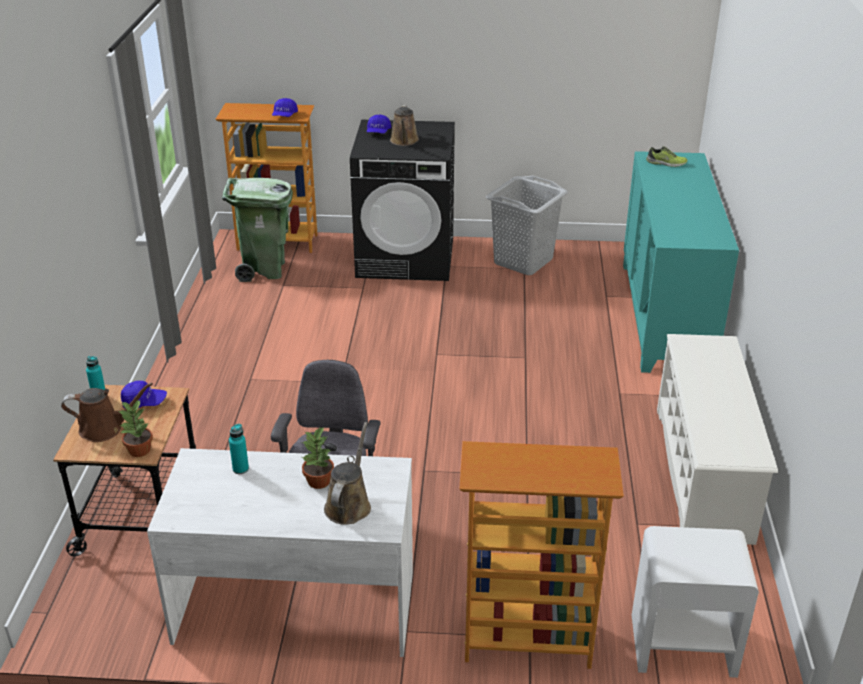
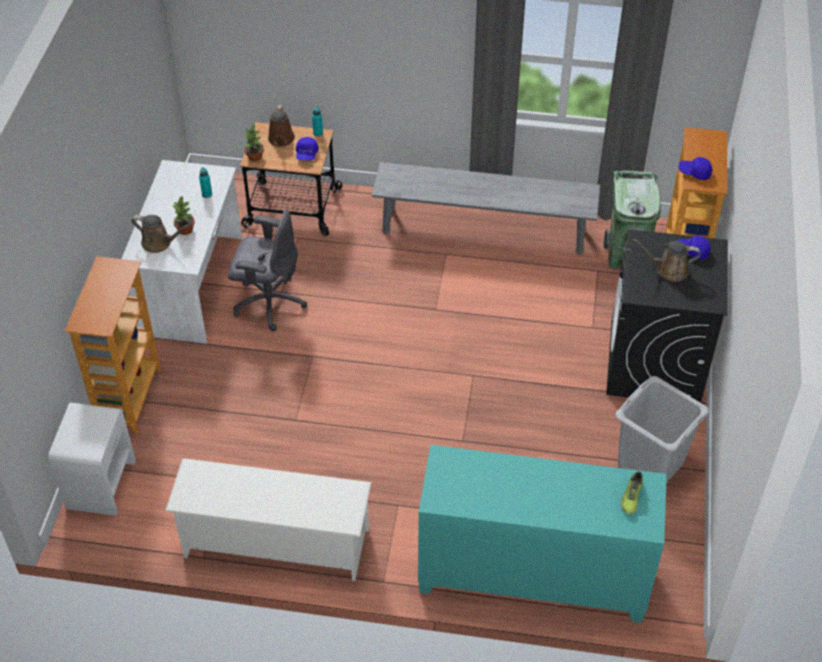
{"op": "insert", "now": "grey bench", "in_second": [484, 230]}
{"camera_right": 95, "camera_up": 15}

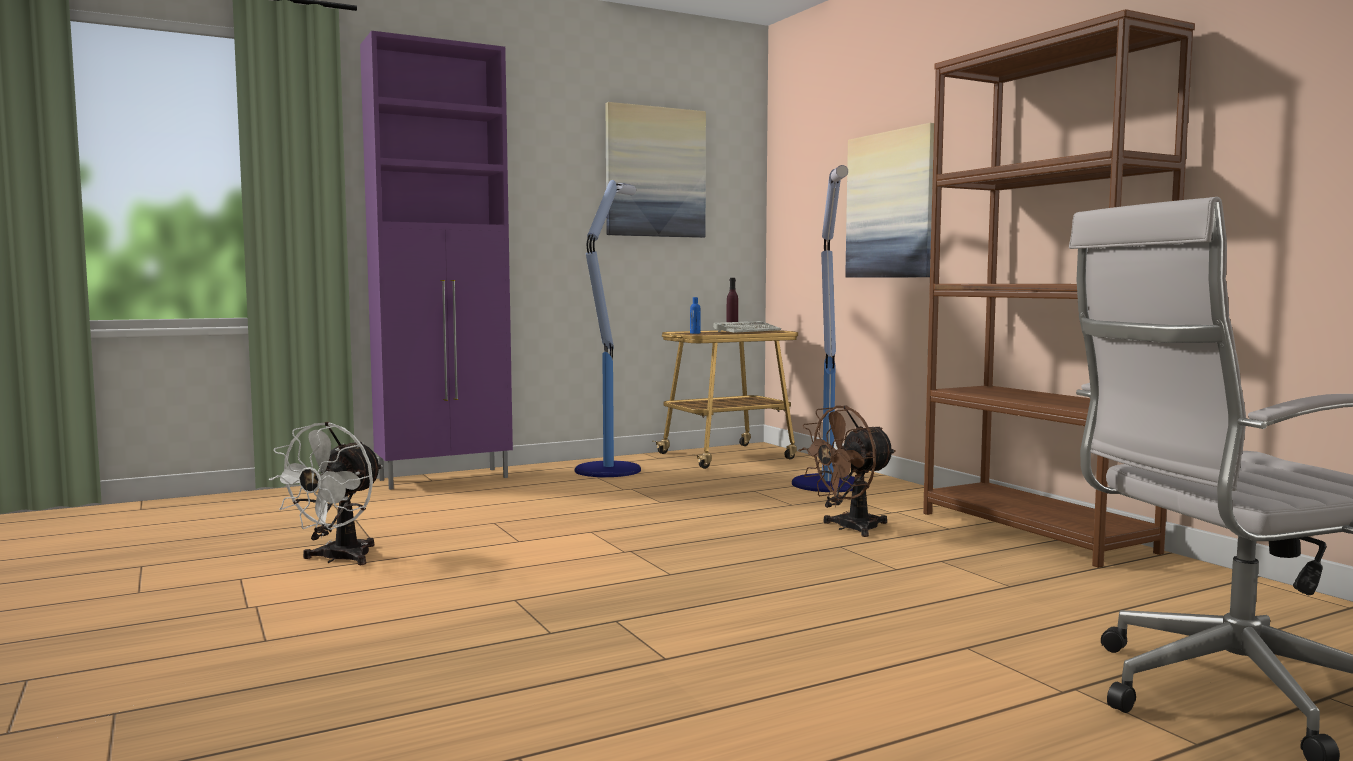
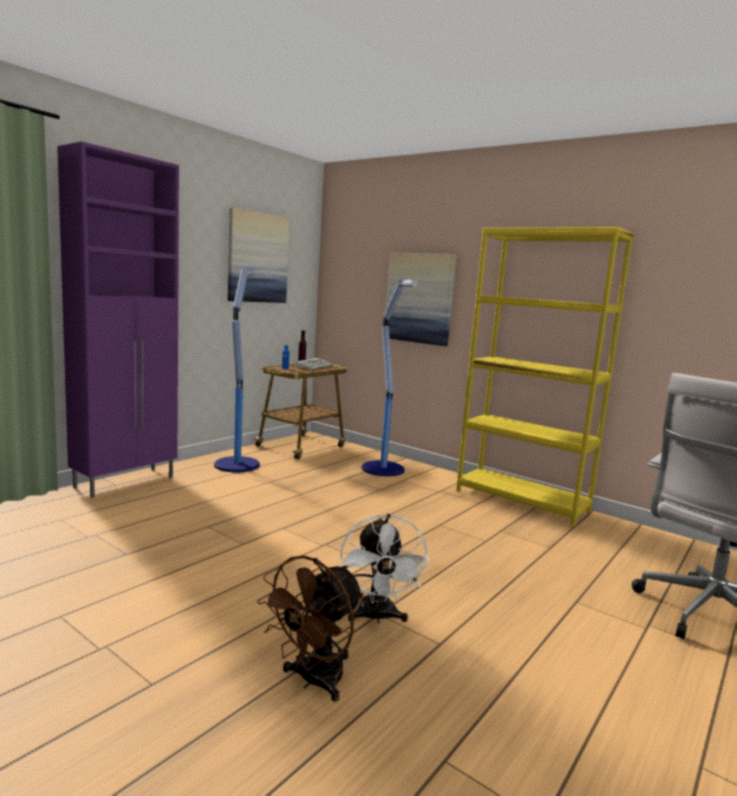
{"op": "move", "was": "white fan", "in_first": [337, 559], "in_second": [377, 617]}
{"op": "move", "was": "brown fan", "in_first": [848, 528], "in_second": [313, 681]}
{"op": "recolor", "was": "brown bookcase", "now": "yellow bookcase", "in_first": [1034, 532], "in_second": [522, 501]}
{"camera_right": -25, "camera_up": 5}

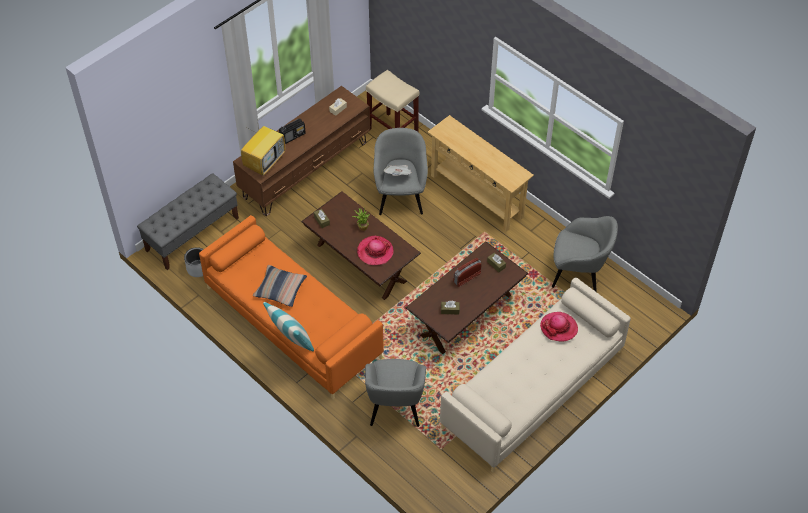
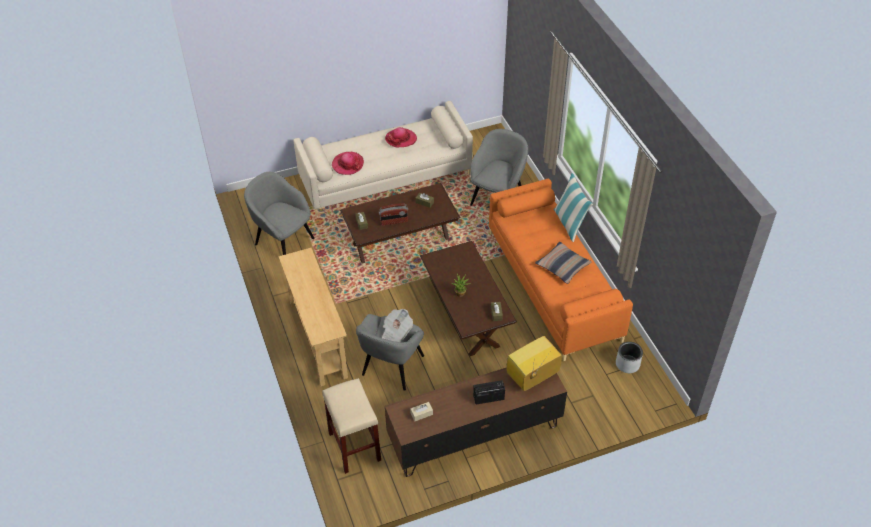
{"op": "delete", "was": "grey bench", "in_first": [192, 234]}
{"op": "move", "was": "hat", "in_first": [375, 252], "in_second": [401, 139]}
{"camera_right": -155, "camera_up": -5}

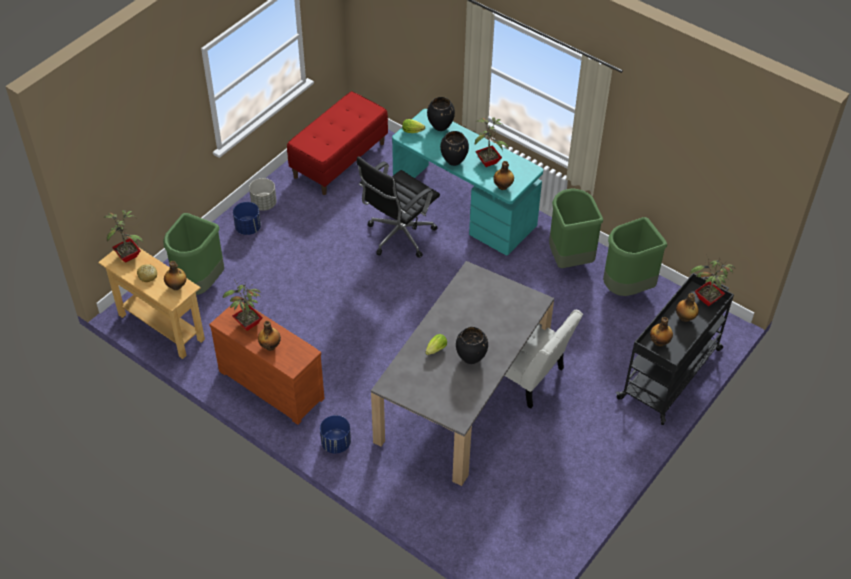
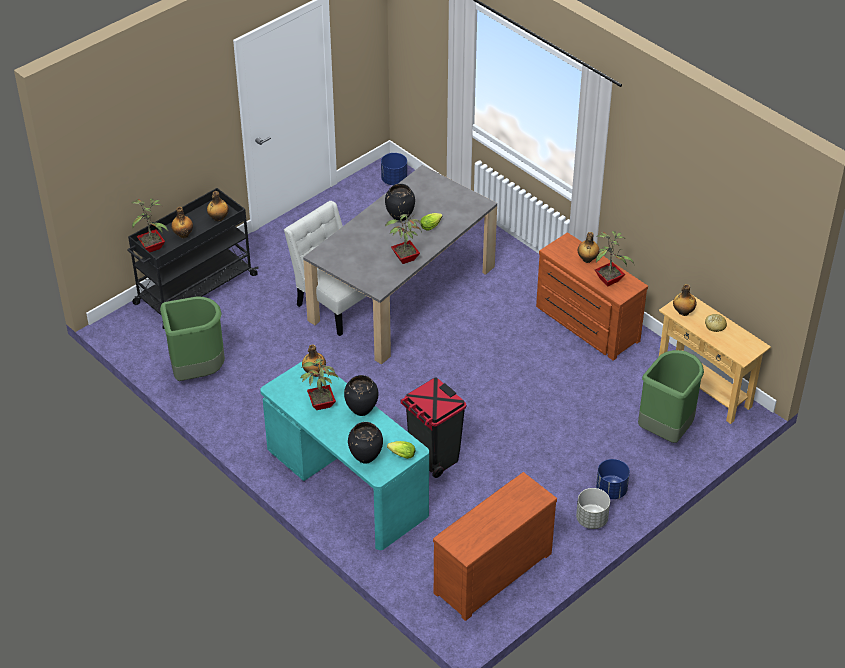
{"op": "delete", "was": "green trash can", "in_first": [569, 259]}
{"op": "move", "was": "potted plant", "in_first": [129, 255], "in_second": [404, 259]}
{"op": "move", "was": "blue planter", "in_first": [336, 443], "in_second": [394, 180]}
{"op": "replace", "was": "red bench", "now": "brown dresser", "in_first": [339, 160], "in_second": [490, 571]}
{"op": "replace", "was": "black office chair", "now": "black trash can", "in_first": [398, 237], "in_second": [433, 457]}
{"camera_right": -170, "camera_up": -5}

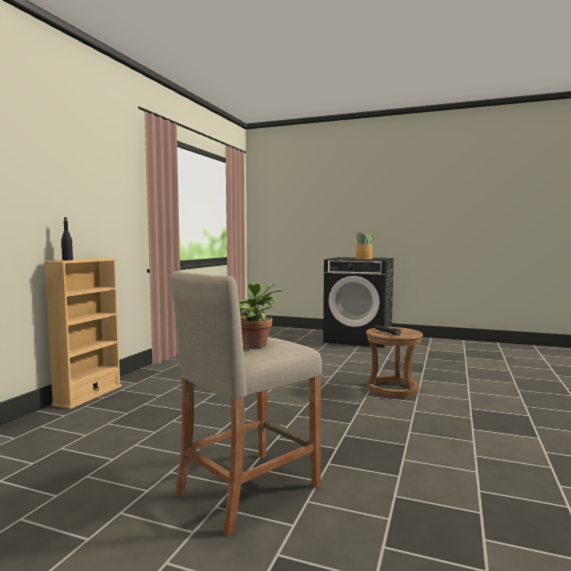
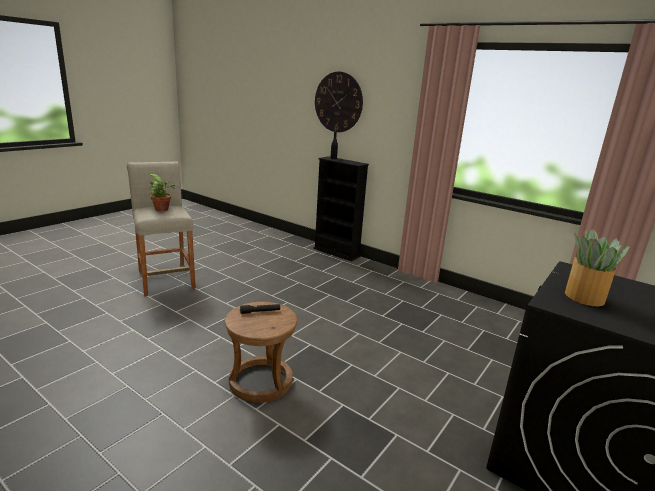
{"op": "insert", "now": "wall clock", "in_second": [338, 102]}
{"op": "recolor", "was": "beige bookcase", "now": "black bookcase", "in_first": [88, 395], "in_second": [336, 252]}
{"camera_right": 105, "camera_up": 15}

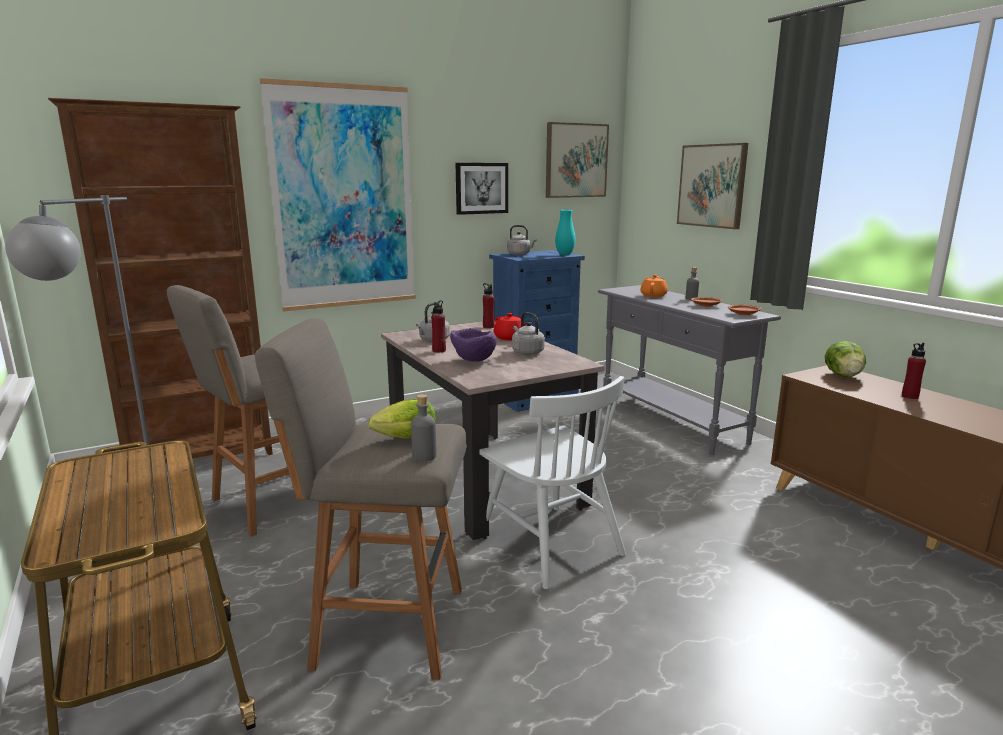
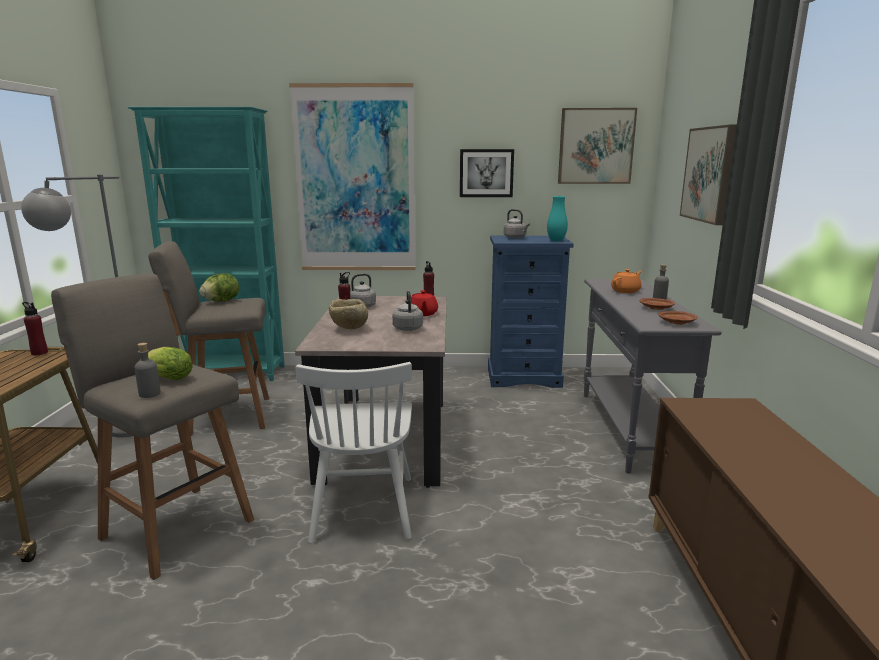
{"op": "move", "was": "lettuce", "in_first": [843, 376], "in_second": [221, 301]}
{"op": "move", "was": "red bottle", "in_first": [909, 396], "in_second": [39, 353]}
{"op": "recolor", "was": "brown bookcase", "now": "turquoise bookcase", "in_first": [202, 458], "in_second": [231, 373]}
{"op": "recolor", "was": "purple bowl", "now": "beige bowl", "in_first": [473, 361], "in_second": [349, 328]}
{"camera_right": 30, "camera_up": 0}

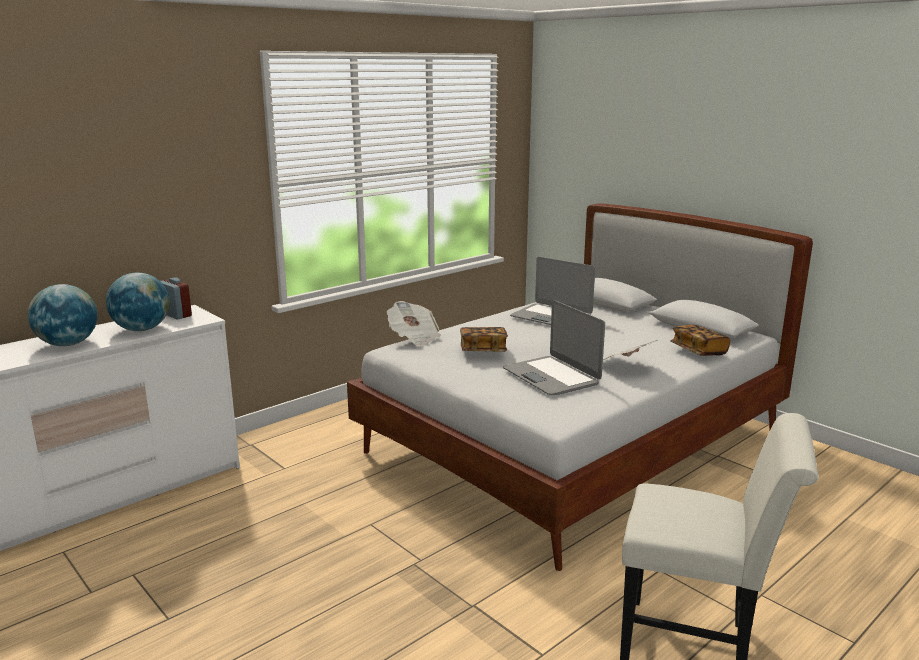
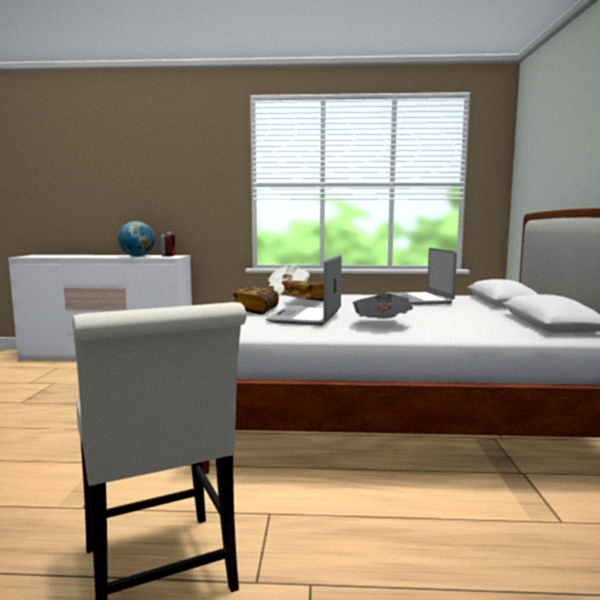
{"op": "delete", "was": "globe", "in_first": [68, 344]}
{"op": "move", "was": "book", "in_first": [698, 351], "in_second": [255, 310]}
{"camera_right": 45, "camera_up": -10}

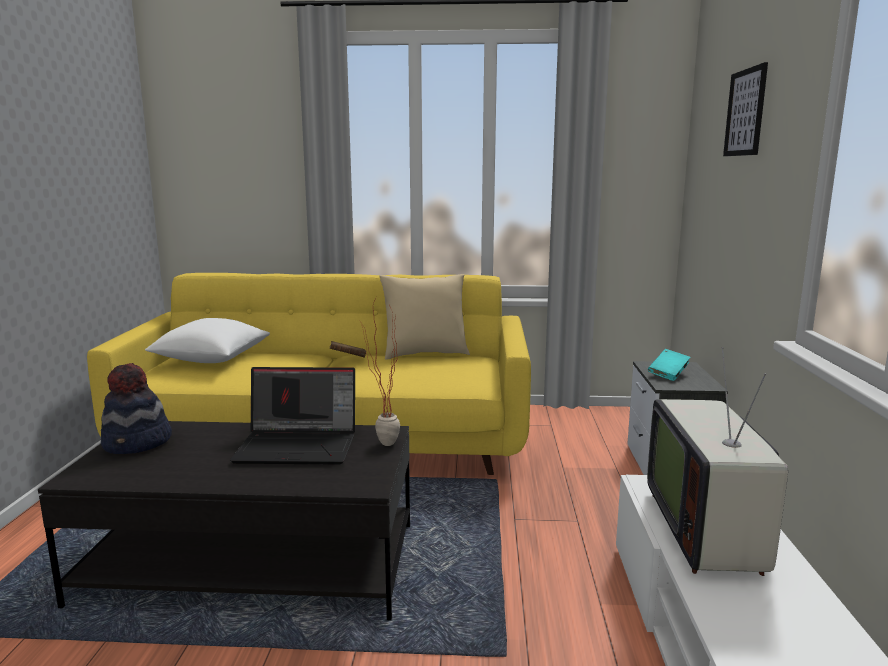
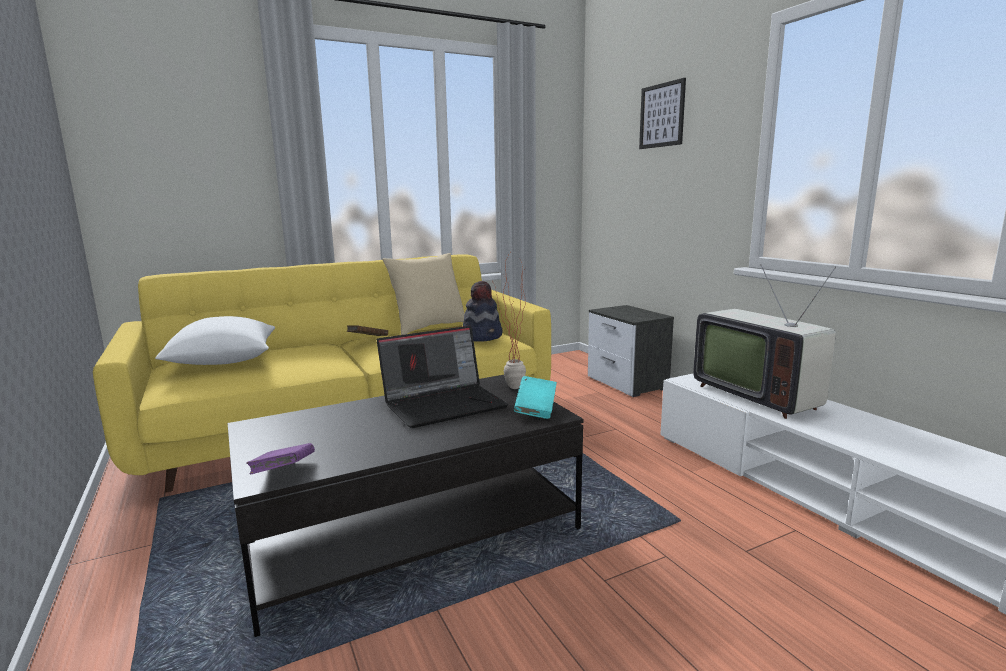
{"op": "insert", "now": "purple book", "in_second": [284, 474]}
{"op": "move", "was": "hat", "in_first": [137, 443], "in_second": [482, 337]}
{"op": "move", "was": "turquoise book", "in_first": [668, 374], "in_second": [536, 409]}
{"camera_right": -30, "camera_up": 0}

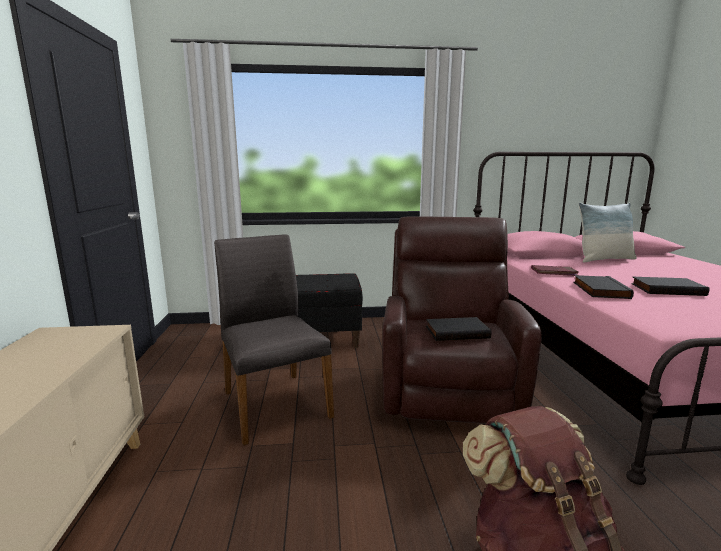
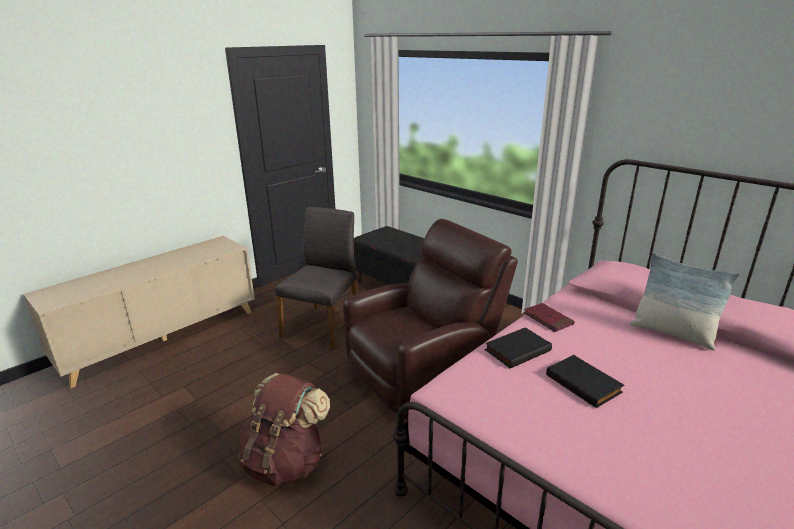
{"op": "delete", "was": "black book", "in_first": [457, 332]}
{"camera_right": 50, "camera_up": 10}

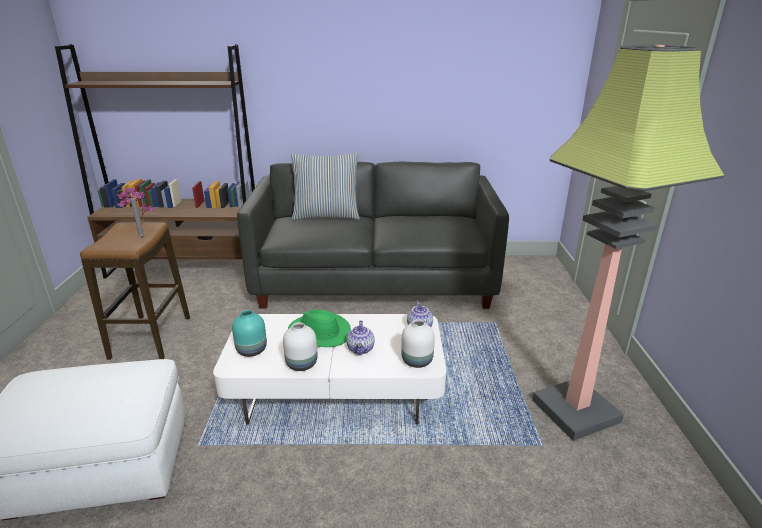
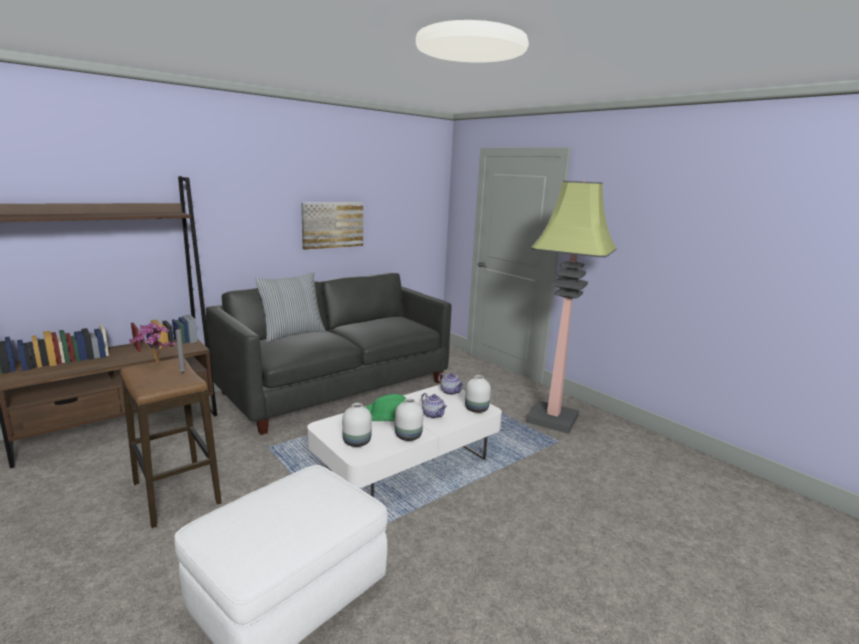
{"op": "insert", "now": "picture", "in_second": [332, 224]}
{"op": "recolor", "was": "turquoise vase", "now": "white vase", "in_first": [252, 350], "in_second": [357, 441]}
{"camera_right": -40, "camera_up": -10}

